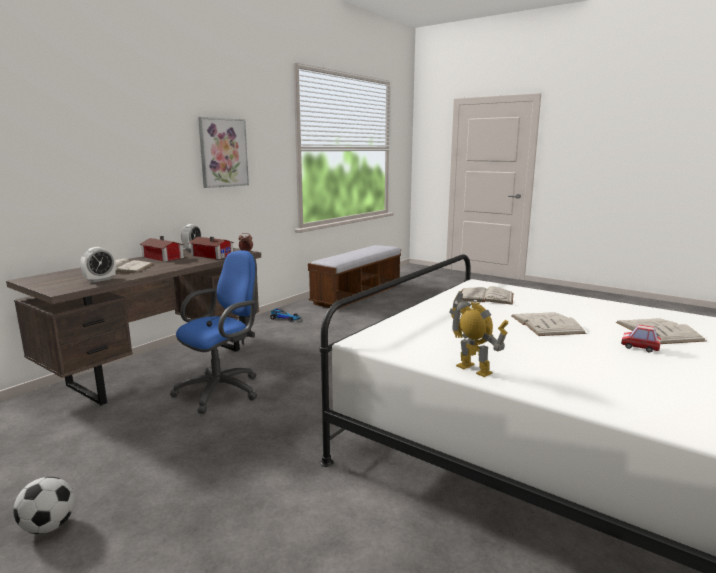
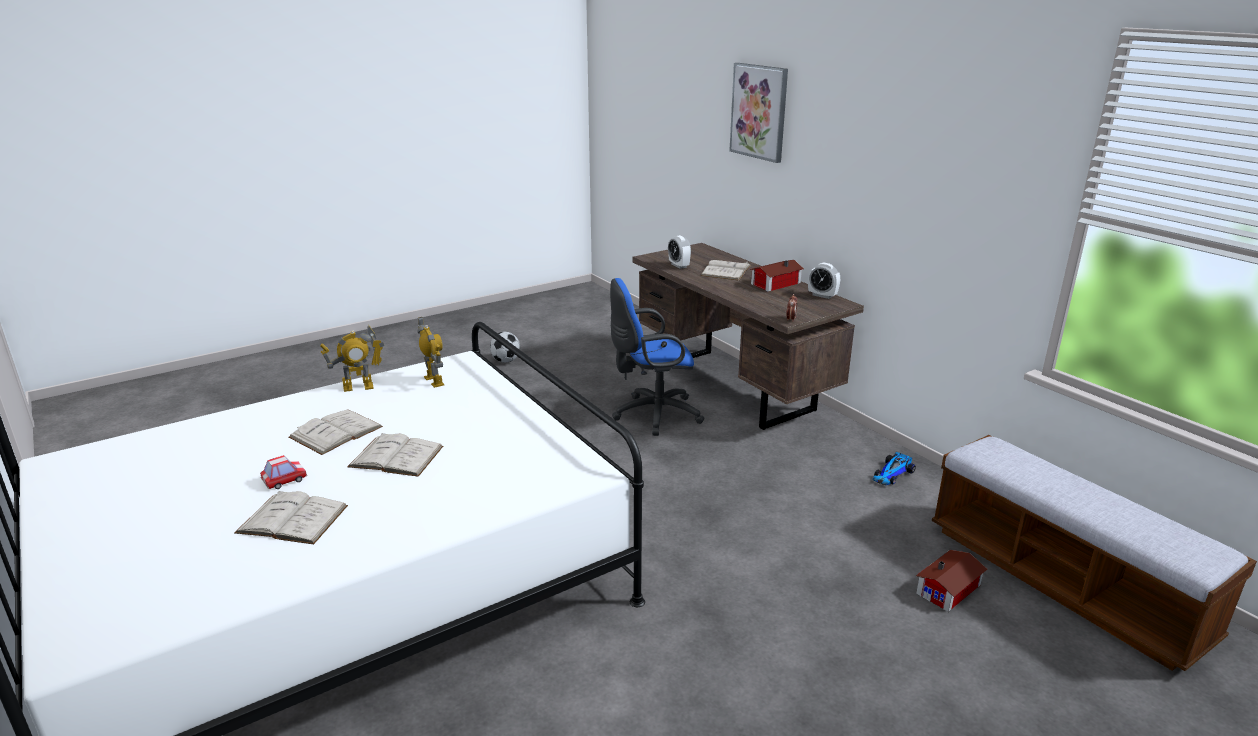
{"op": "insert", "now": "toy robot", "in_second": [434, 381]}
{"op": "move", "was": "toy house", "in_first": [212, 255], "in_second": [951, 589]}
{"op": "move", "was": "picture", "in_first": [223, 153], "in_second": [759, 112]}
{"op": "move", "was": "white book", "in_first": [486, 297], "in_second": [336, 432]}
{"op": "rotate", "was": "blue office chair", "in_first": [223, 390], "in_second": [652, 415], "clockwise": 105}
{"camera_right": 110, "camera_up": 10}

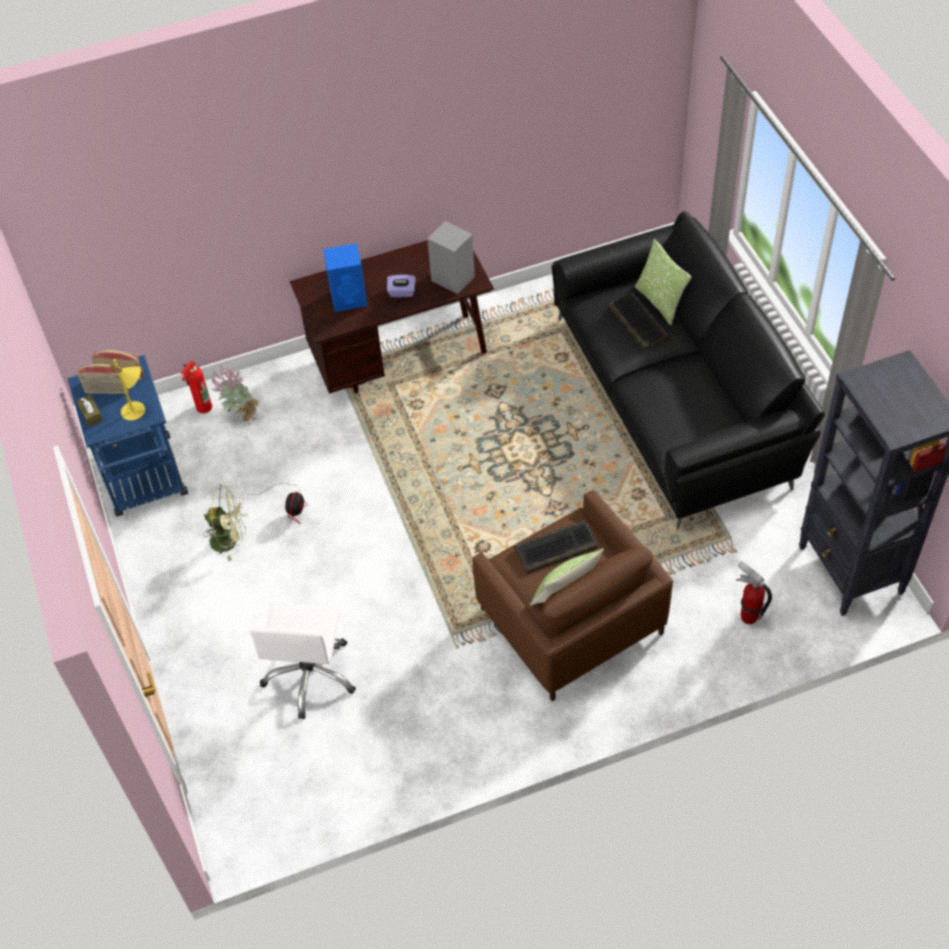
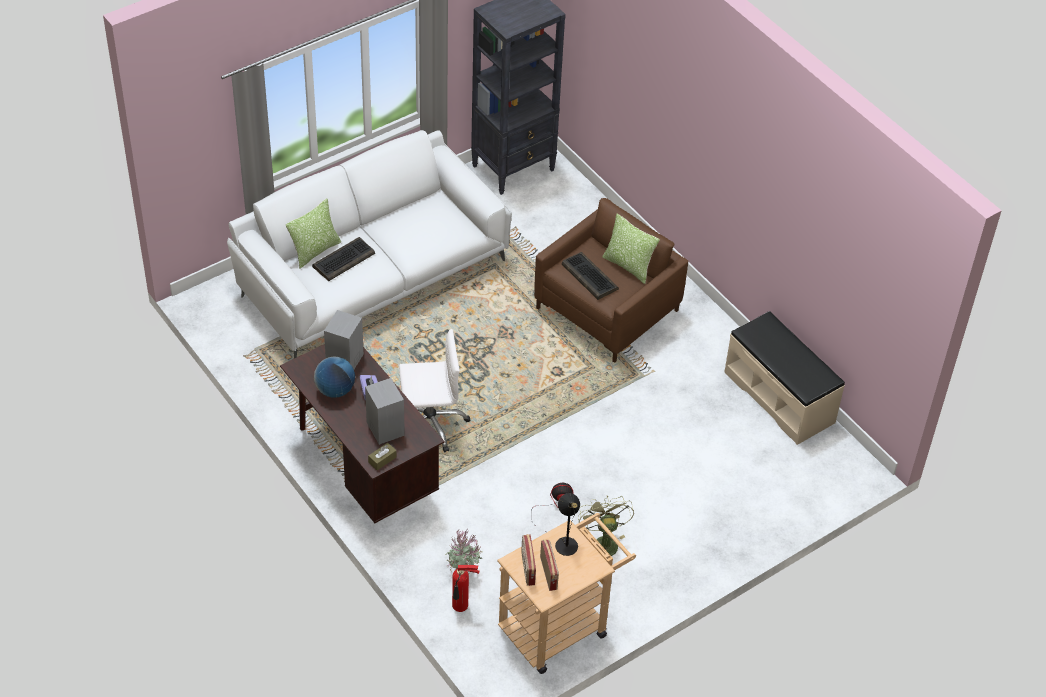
{"op": "delete", "was": "fire extinguisher", "in_first": [748, 617]}
{"op": "insert", "now": "globe", "in_second": [335, 390]}
{"op": "insert", "now": "beige bench", "in_second": [780, 397]}
{"op": "move", "was": "brown tissue box", "in_first": [91, 414], "in_second": [382, 460]}
{"op": "move", "was": "white office chair", "in_first": [310, 675], "in_second": [430, 423]}
{"op": "recolor", "was": "blue cart", "now": "beige cart", "in_first": [146, 482], "in_second": [560, 625]}
{"op": "recolor", "was": "yellow table lamp", "now": "black table lamp", "in_first": [137, 412], "in_second": [566, 542]}
{"op": "recolor", "was": "blue speaker", "now": "grey speaker", "in_first": [350, 298], "in_second": [385, 428]}
{"op": "recolor", "was": "black sofa", "now": "white sofa", "in_first": [676, 399], "in_second": [372, 275]}
{"camera_right": -110, "camera_up": -5}

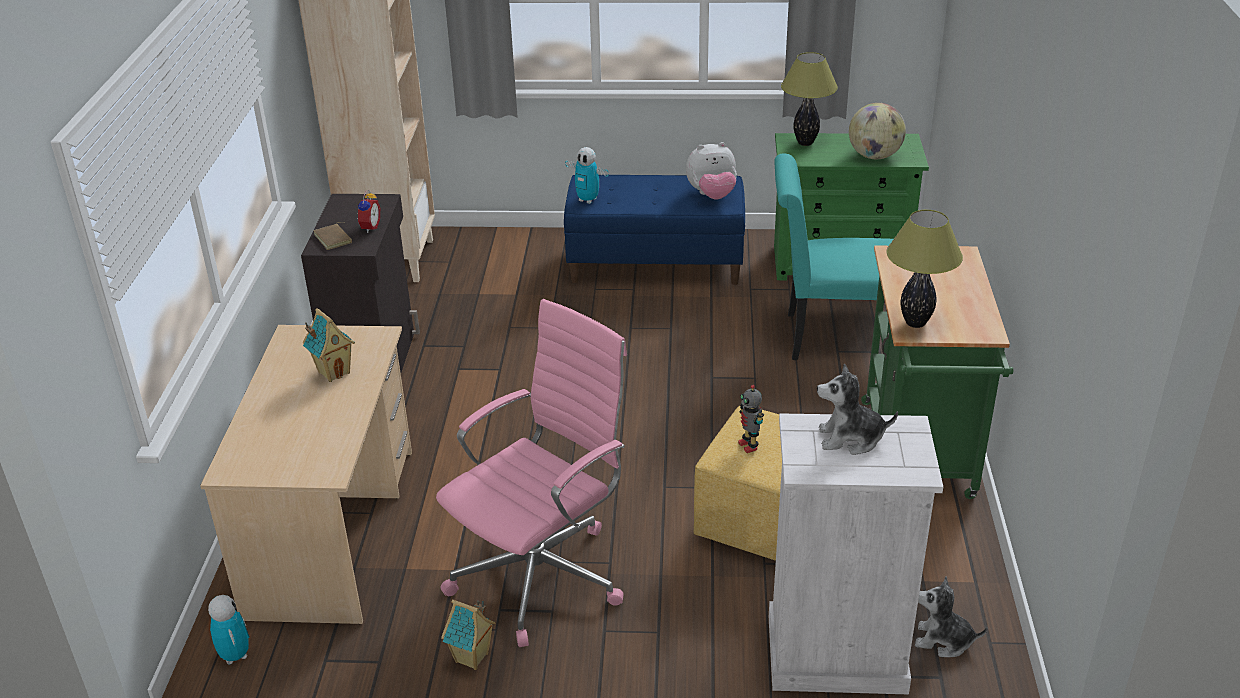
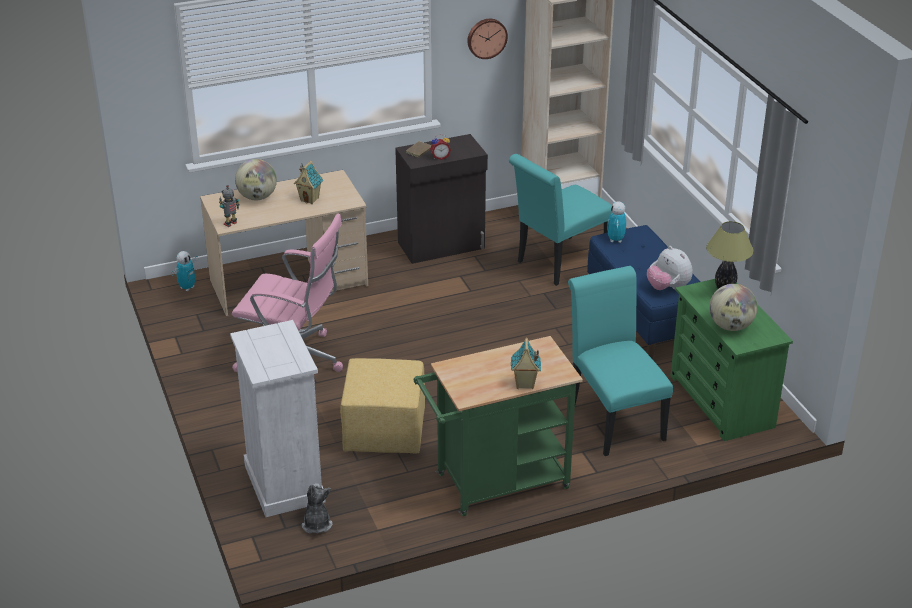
{"op": "delete", "was": "plush toy", "in_first": [850, 438]}
{"op": "delete", "was": "table lamp", "in_first": [916, 323]}
{"op": "insert", "now": "globe", "in_second": [257, 197]}
{"op": "insert", "now": "wall clock", "in_second": [486, 38]}
{"op": "insert", "now": "turquoise chair", "in_second": [558, 263]}
{"op": "move", "was": "toy house", "in_first": [472, 658], "in_second": [524, 384]}
{"op": "move", "was": "toy robot", "in_first": [749, 445], "in_second": [231, 224]}
{"camera_right": 65, "camera_up": 0}

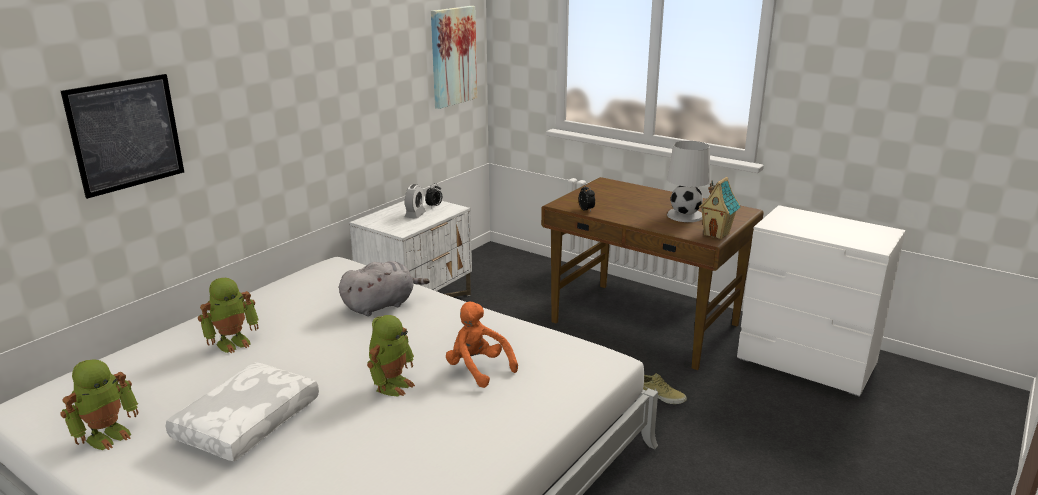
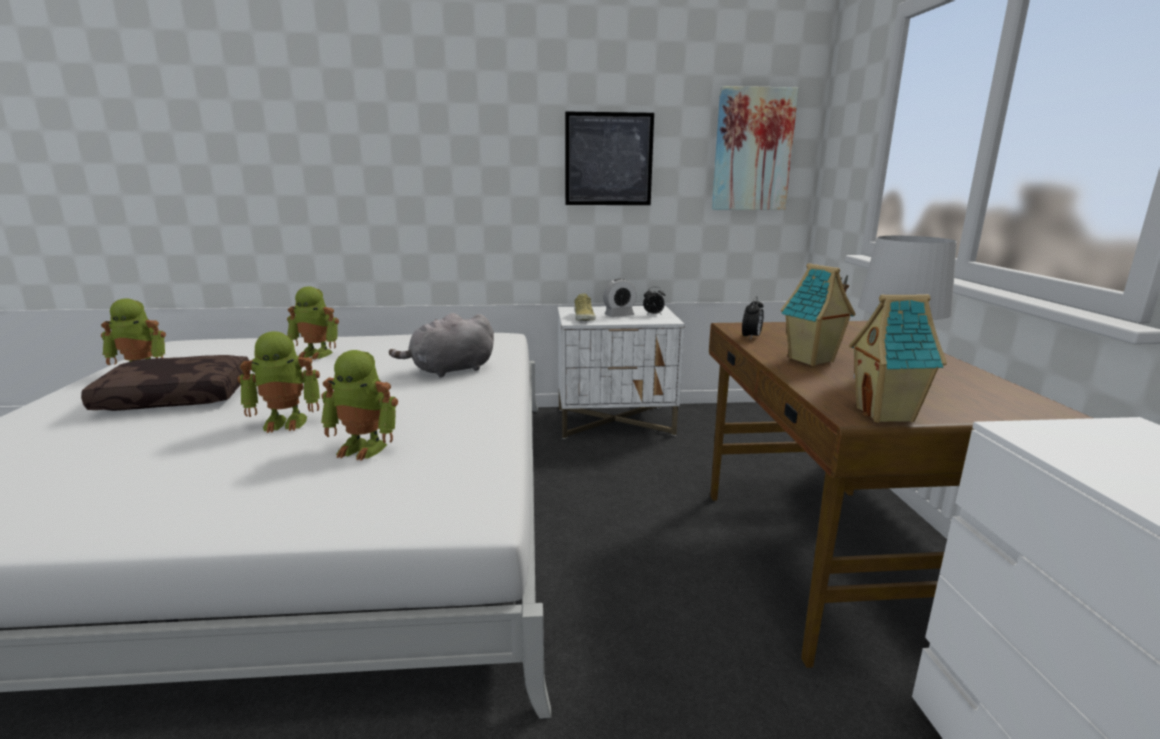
{"op": "insert", "now": "toy house", "in_second": [811, 360]}
{"op": "move", "was": "picture", "in_first": [126, 134], "in_second": [608, 159]}
{"op": "move", "was": "beige shoe", "in_first": [661, 395], "in_second": [584, 317]}
{"op": "replace", "was": "orange plush toy", "now": "toy robot", "in_first": [478, 369], "in_second": [364, 447]}
{"op": "recolor", "was": "white pillow", "now": "brown pillow", "in_first": [247, 421], "in_second": [179, 396]}
{"op": "rotate", "was": "grey plush toy", "in_first": [381, 305], "in_second": [449, 370], "clockwise": 135}
{"camera_right": 50, "camera_up": -5}

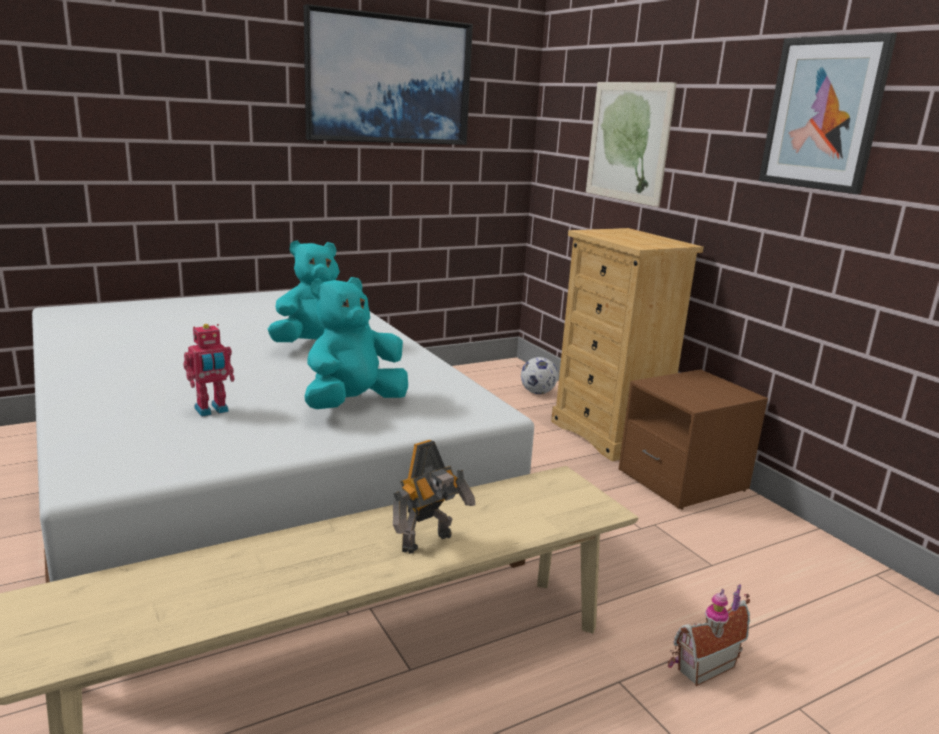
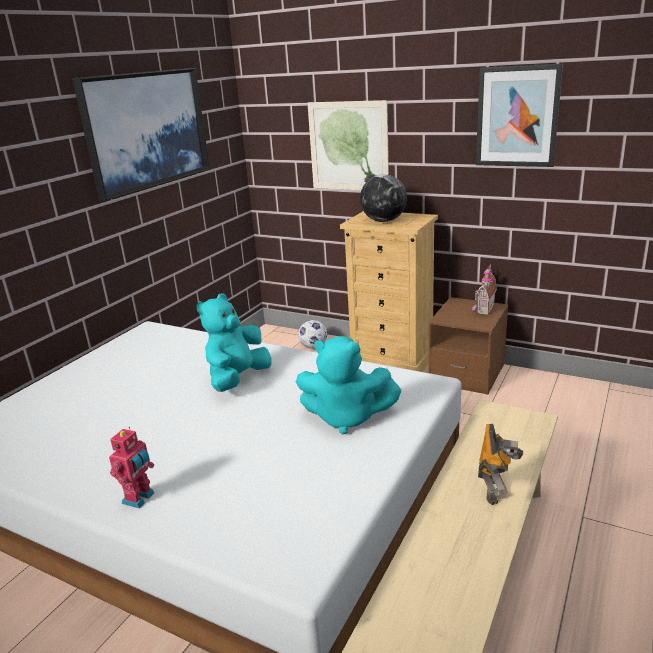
{"op": "insert", "now": "globe", "in_second": [383, 221]}
{"op": "move", "was": "toy robot", "in_first": [212, 410], "in_second": [140, 498]}
{"op": "move", "was": "toy house", "in_first": [701, 665], "in_second": [482, 309]}
{"op": "rotate", "was": "turquoise plush toy", "in_first": [353, 404], "in_second": [346, 417], "clockwise": -90}
{"camera_right": -30, "camera_up": 5}

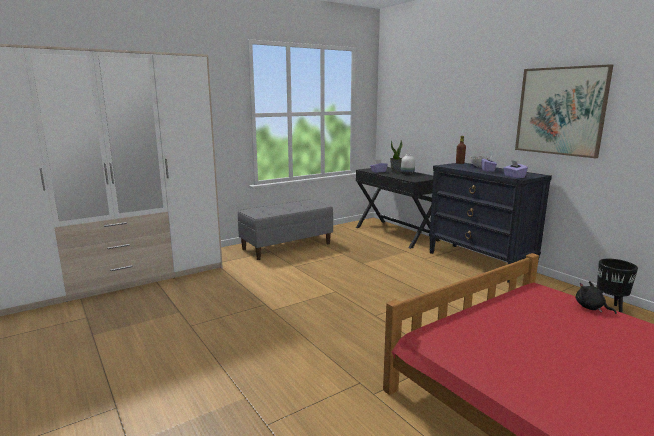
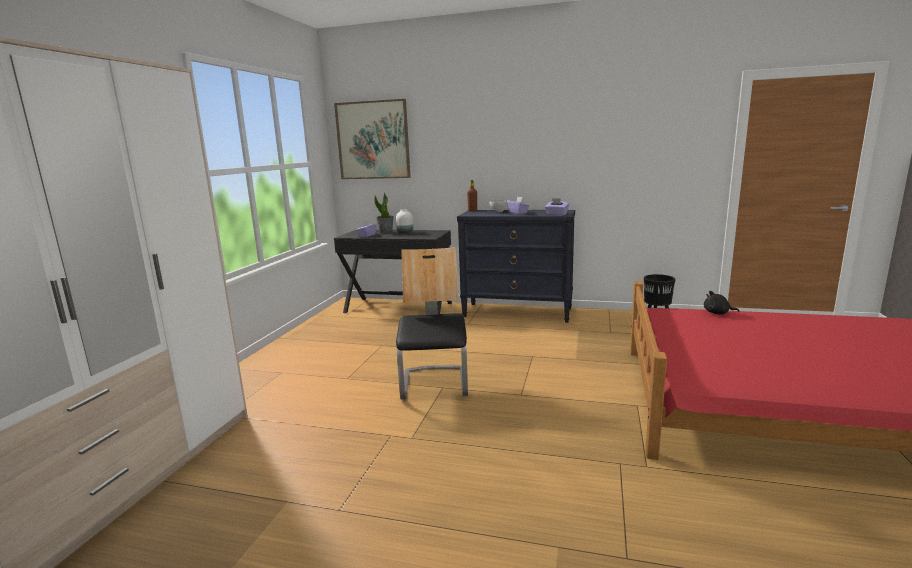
{"op": "delete", "was": "grey bench", "in_first": [287, 246]}
{"op": "insert", "now": "chair", "in_second": [435, 384]}
{"op": "move", "was": "picture", "in_first": [560, 111], "in_second": [373, 140]}
{"camera_right": -40, "camera_up": 0}

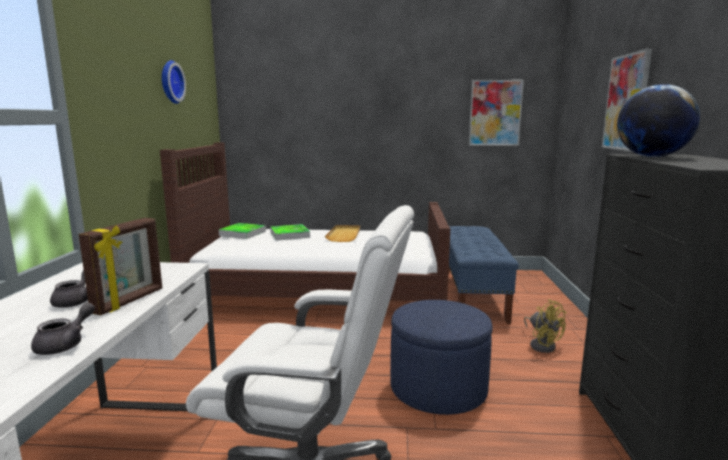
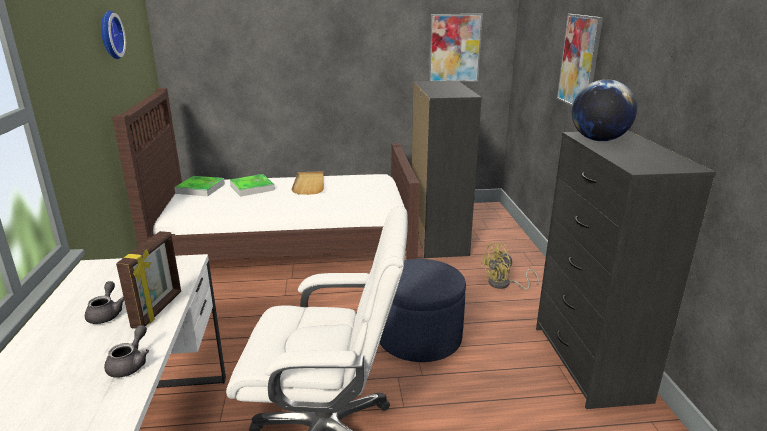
{"op": "replace", "was": "blue bench", "now": "black dresser", "in_first": [472, 297], "in_second": [438, 237]}
{"op": "rotate", "was": "yellow fan", "in_first": [542, 345], "in_second": [504, 284], "clockwise": 105}
{"camera_right": -10, "camera_up": 10}

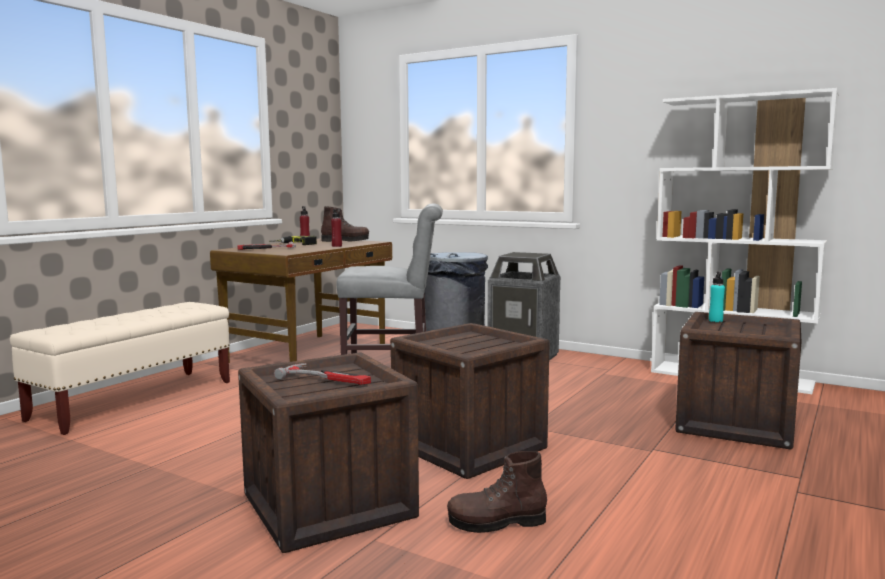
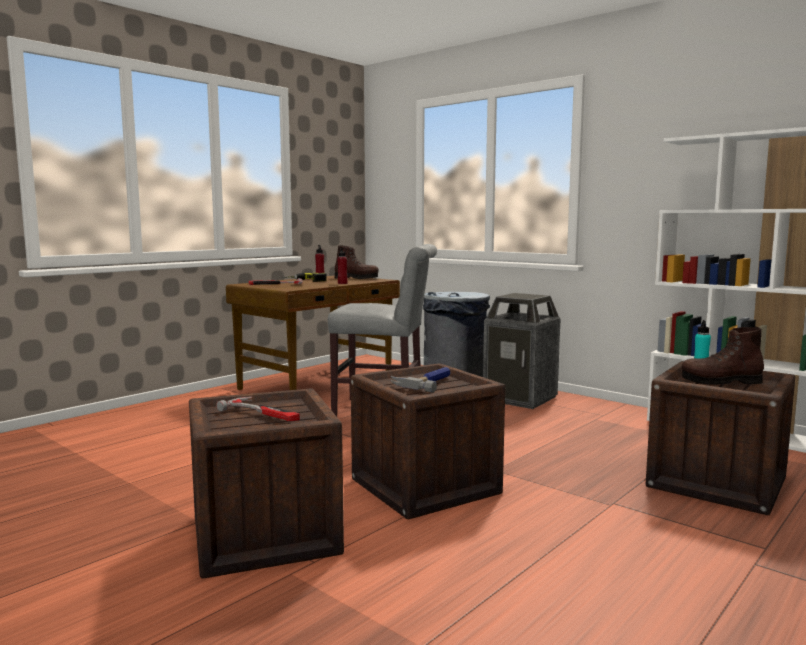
{"op": "delete", "was": "beige bench", "in_first": [135, 400]}
{"op": "insert", "now": "hammer", "in_second": [427, 382]}
{"op": "move", "was": "brown boot", "in_first": [497, 523], "in_second": [721, 381]}
{"camera_right": 10, "camera_up": 0}

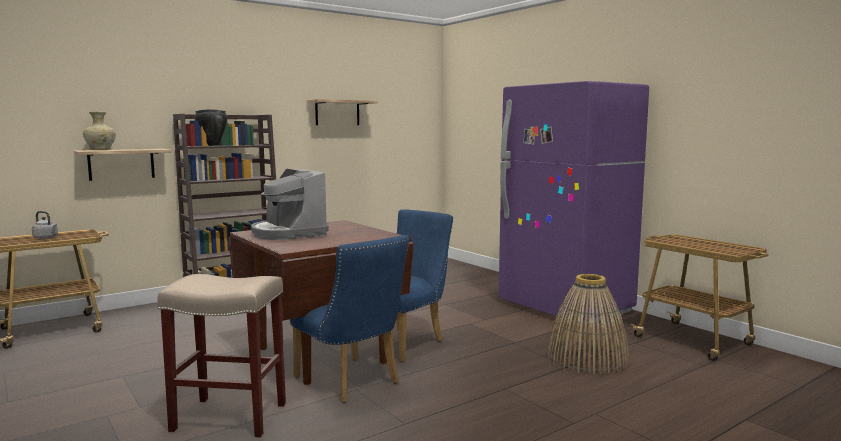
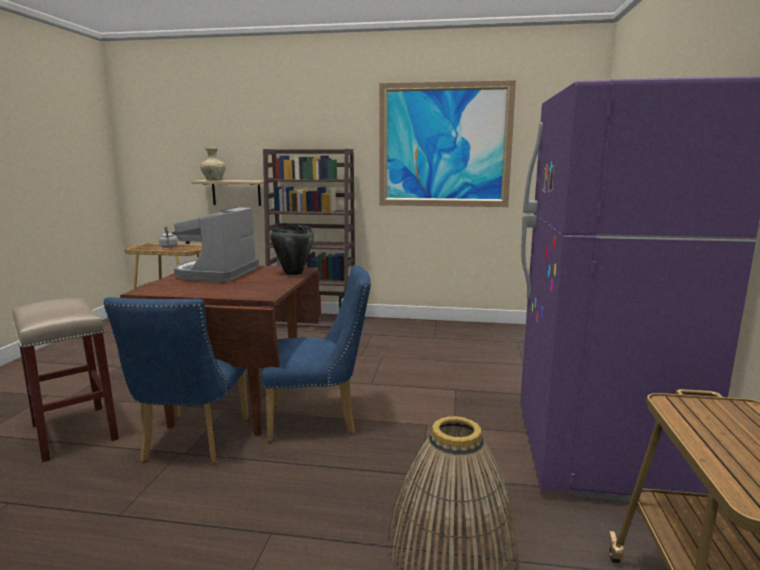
{"op": "move", "was": "black cooking pot", "in_first": [212, 145], "in_second": [293, 273]}
{"op": "replace", "was": "shelf", "now": "picture", "in_first": [337, 113], "in_second": [444, 145]}
{"camera_right": 45, "camera_up": 5}

